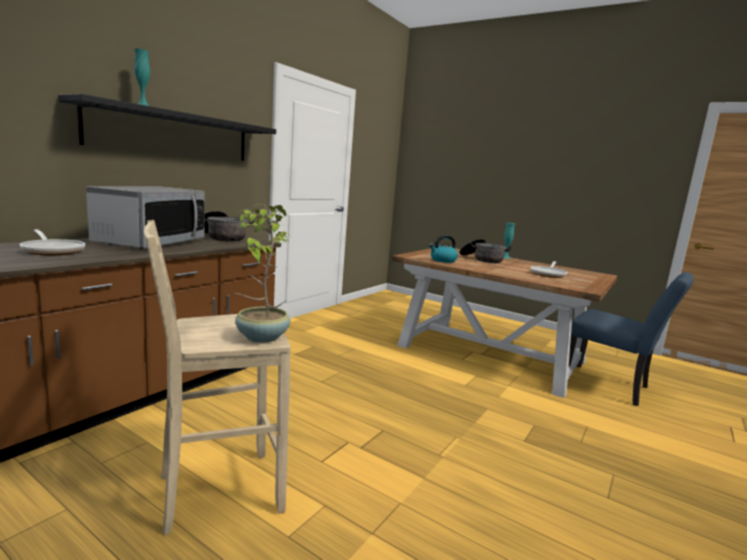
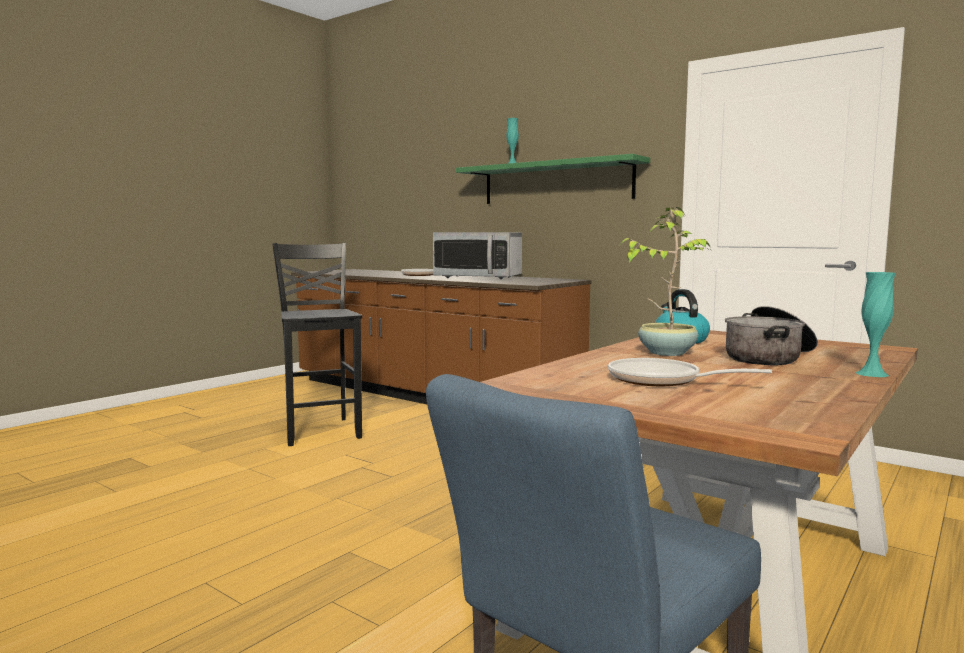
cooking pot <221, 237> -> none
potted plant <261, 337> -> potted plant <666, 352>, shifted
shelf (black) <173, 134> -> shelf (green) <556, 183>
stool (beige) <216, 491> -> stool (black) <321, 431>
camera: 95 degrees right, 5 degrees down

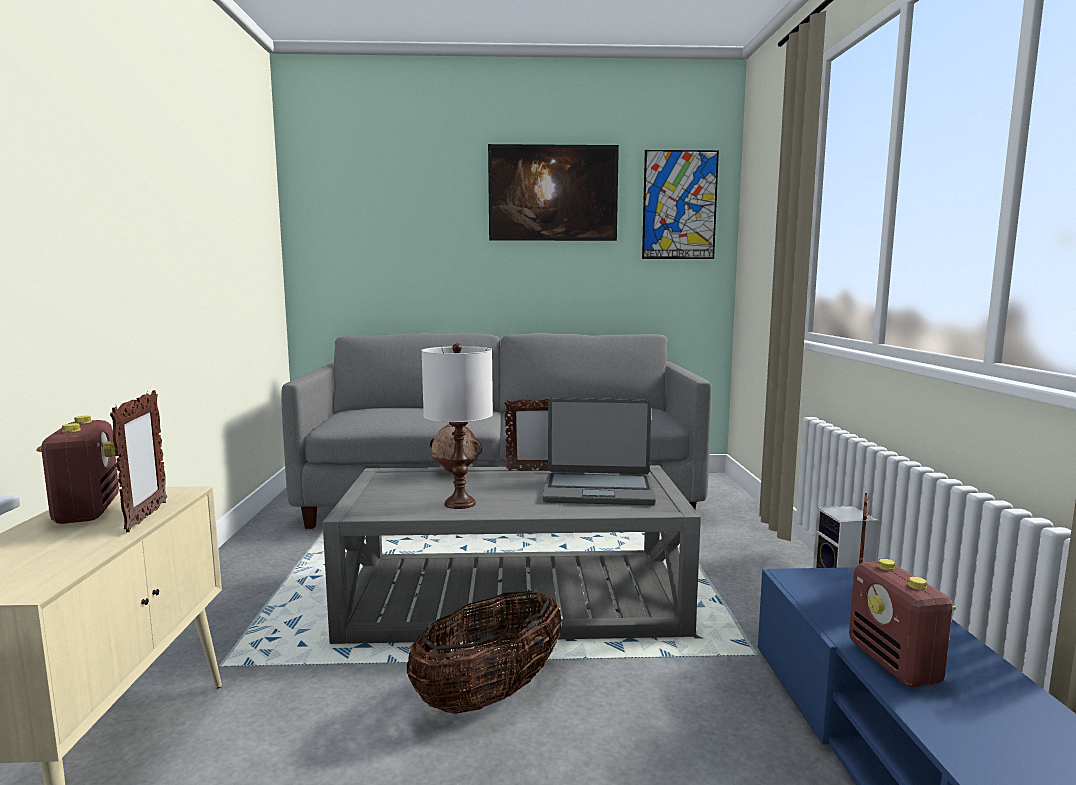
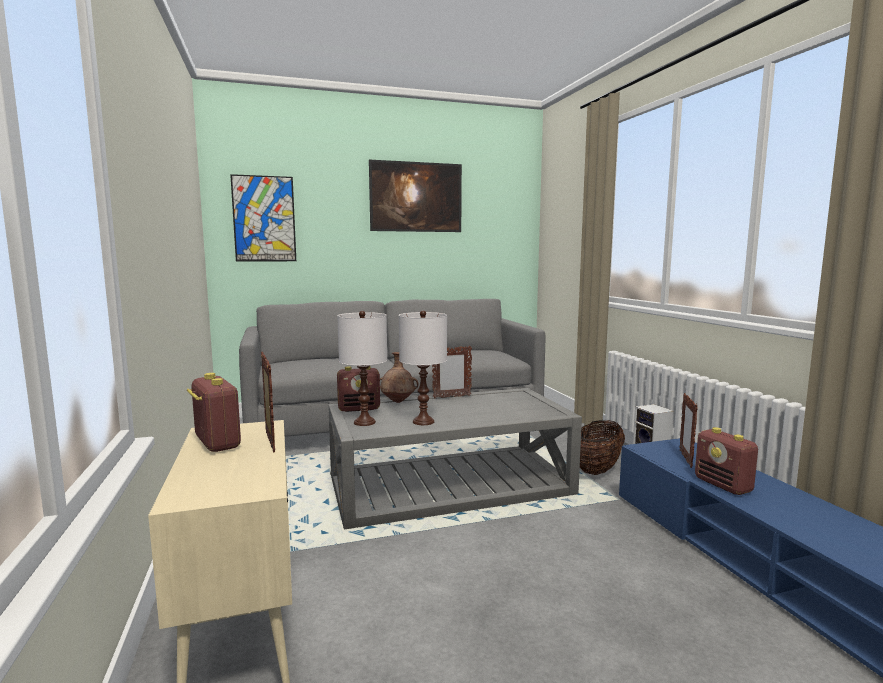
laptop <598, 490> -> none
none -> table lamp (white) <364, 422>
none -> radio <359, 409>
basket <490, 695> -> basket <597, 469>, shifted
picture <679, 205> -> picture <264, 219>, shifted
camera: 15 degrees left, 0 degrees up

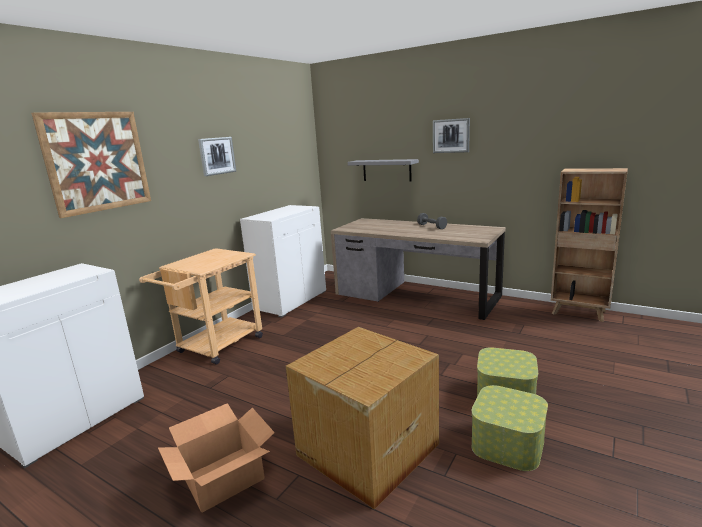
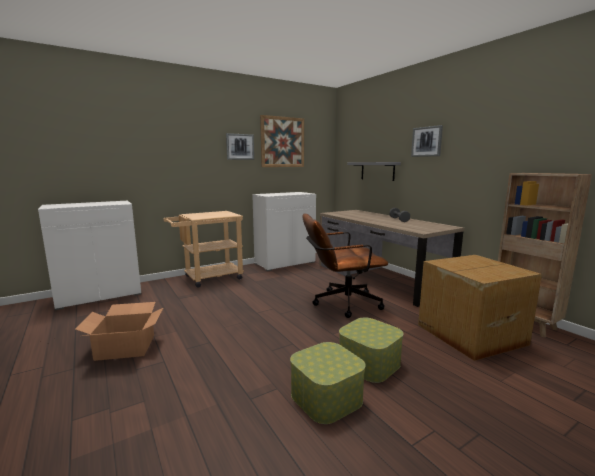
none -> office chair (brown) <341, 303>
picture <97, 162> -> picture <282, 142>, shifted
cardboard box <365, 450> -> cardboard box <469, 334>, shifted
camera: 25 degrees right, 5 degrees down

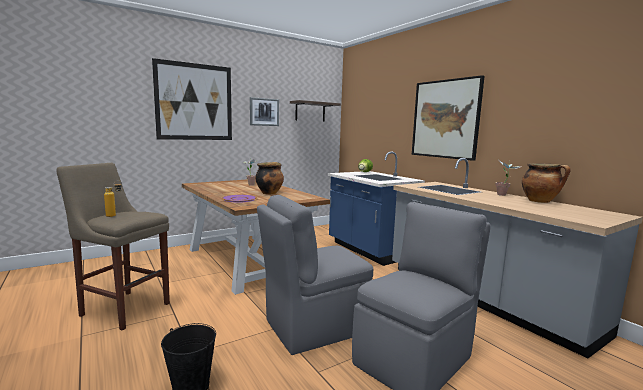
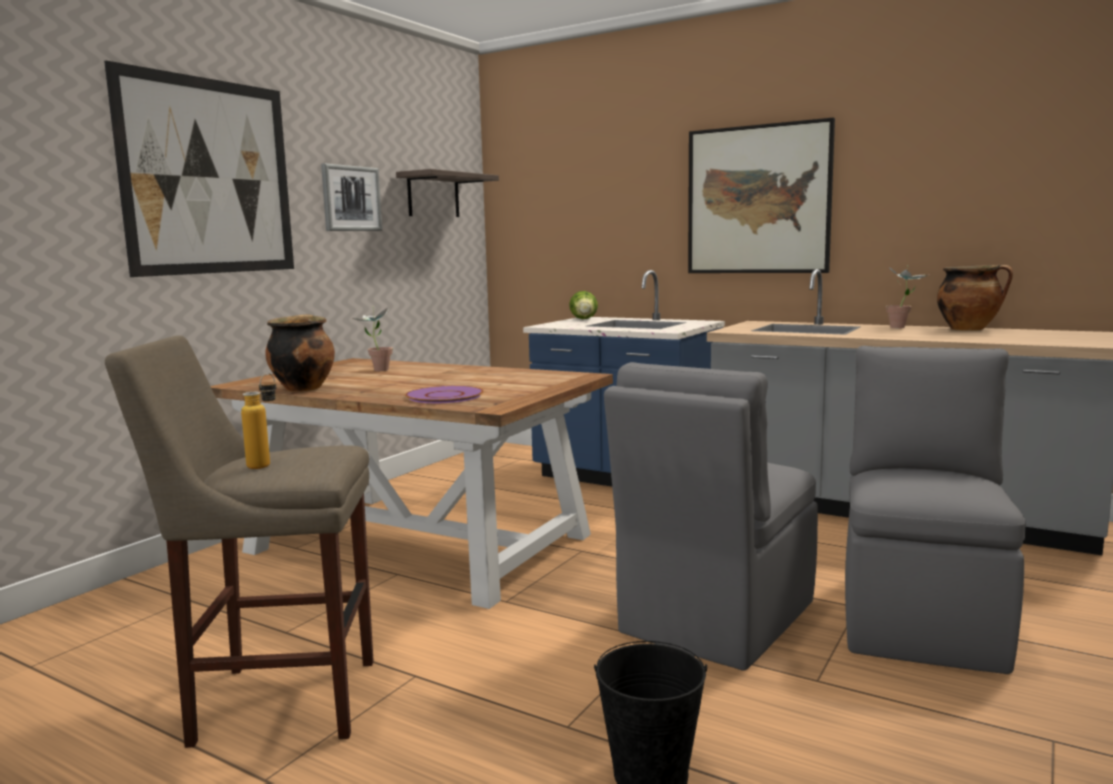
cooking pot <269, 193> -> cooking pot <303, 388>, shifted
camera: 25 degrees left, 0 degrees up

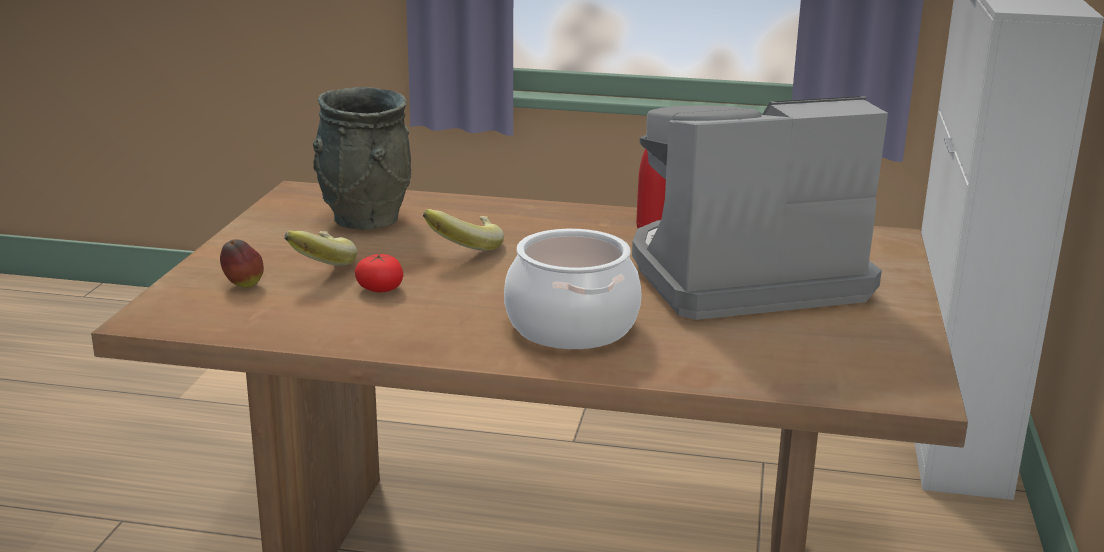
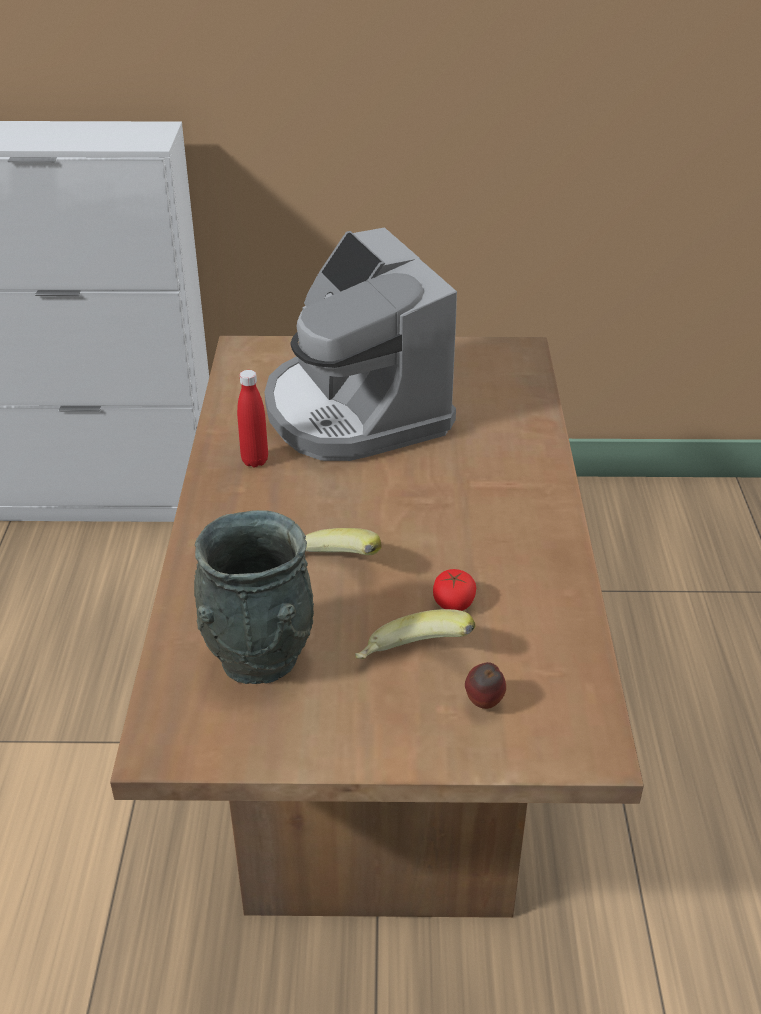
cooking pot <572, 326> -> none
camera: 100 degrees left, 15 degrees up

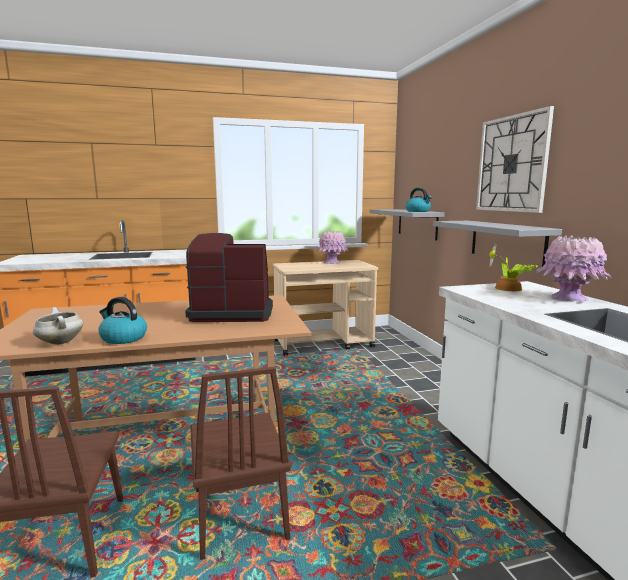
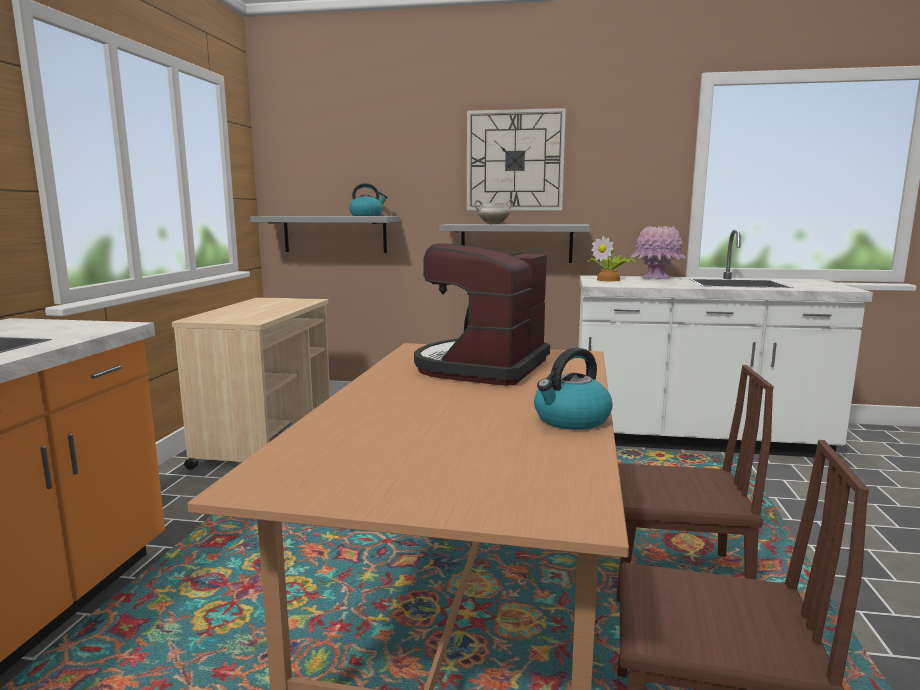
vase (pink) <332, 262> -> none
cooking pot (white) <59, 342> -> cooking pot (white) <493, 224>, shifted
camera: 65 degrees left, 0 degrees up

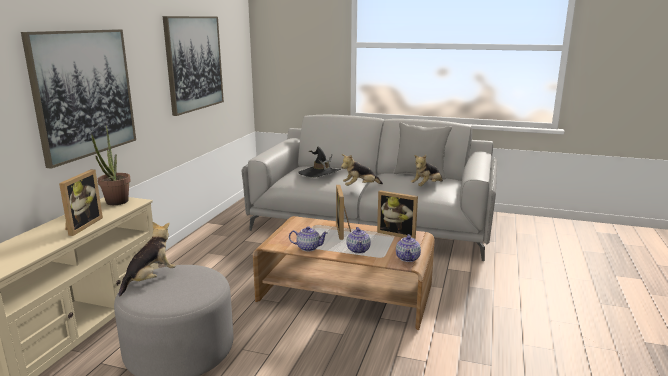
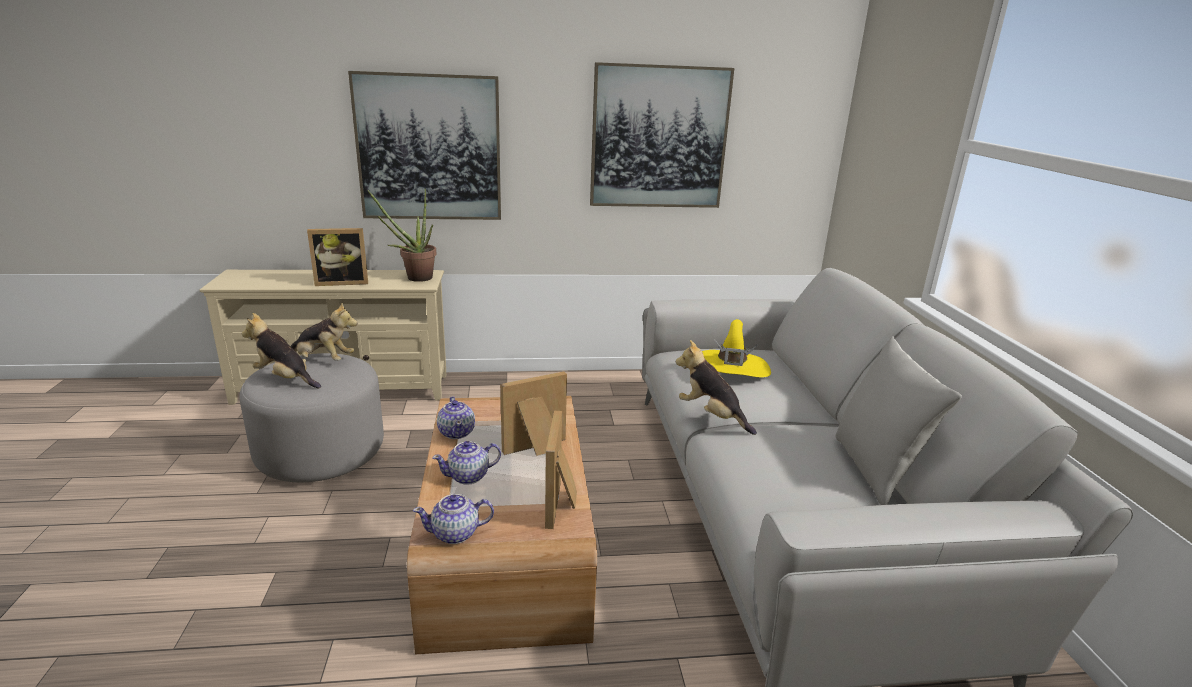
plush toy <427, 186> -> plush toy <285, 378>, shifted
hat (black) <319, 173> -> hat (yellow) <730, 368>
camera: 65 degrees right, 5 degrees up

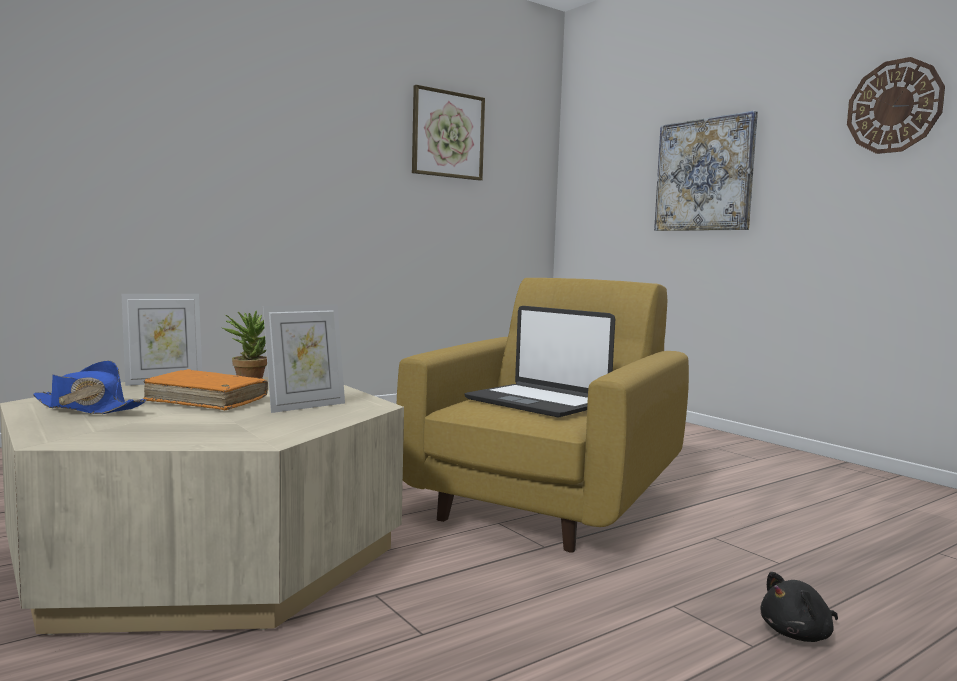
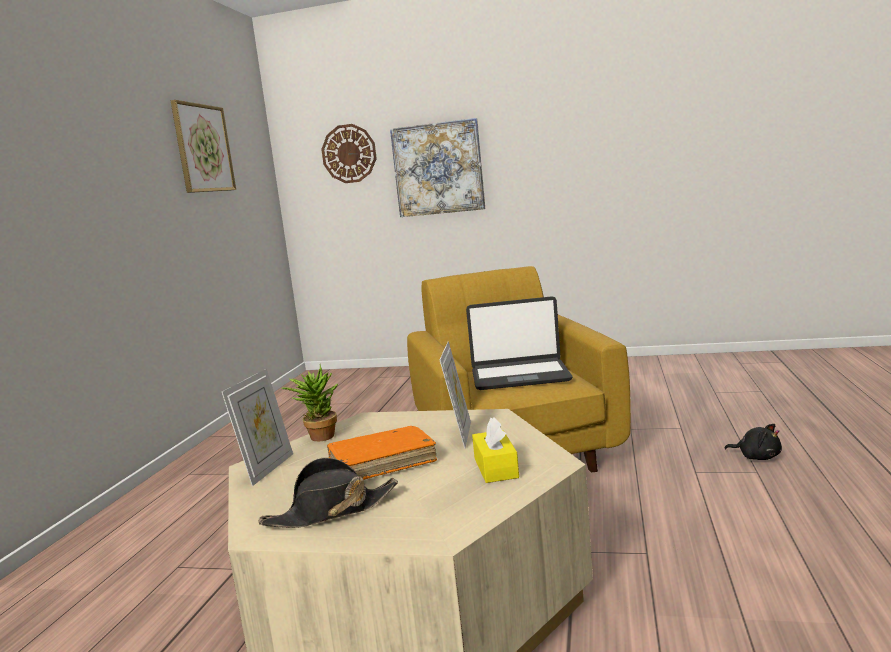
none -> tissue box (yellow) <496, 468>
wall clock <894, 106> -> wall clock <349, 153>, shifted
hat (blue) <87, 408> -> hat (black) <331, 511>
plush toy (black) <798, 634> -> plush toy (black) <757, 457>, 75 degrees counterclockwise
camera: 40 degrees left, 5 degrees up

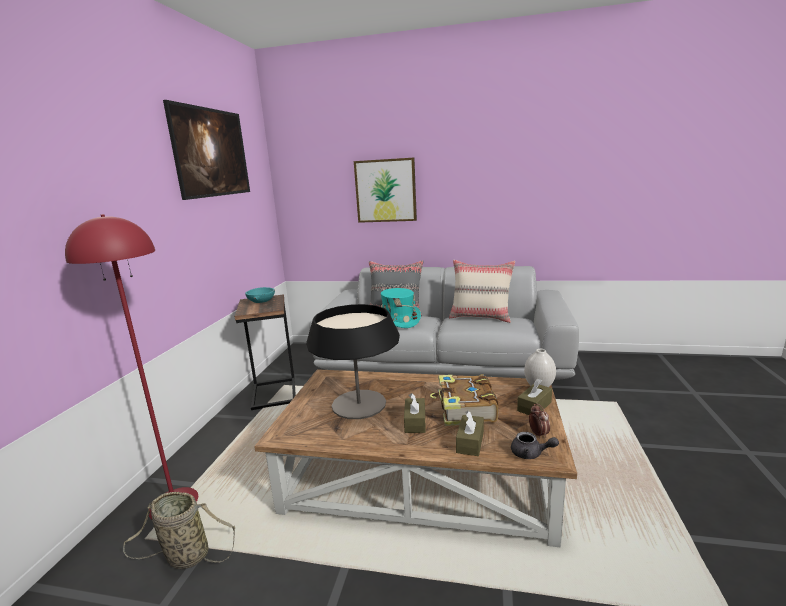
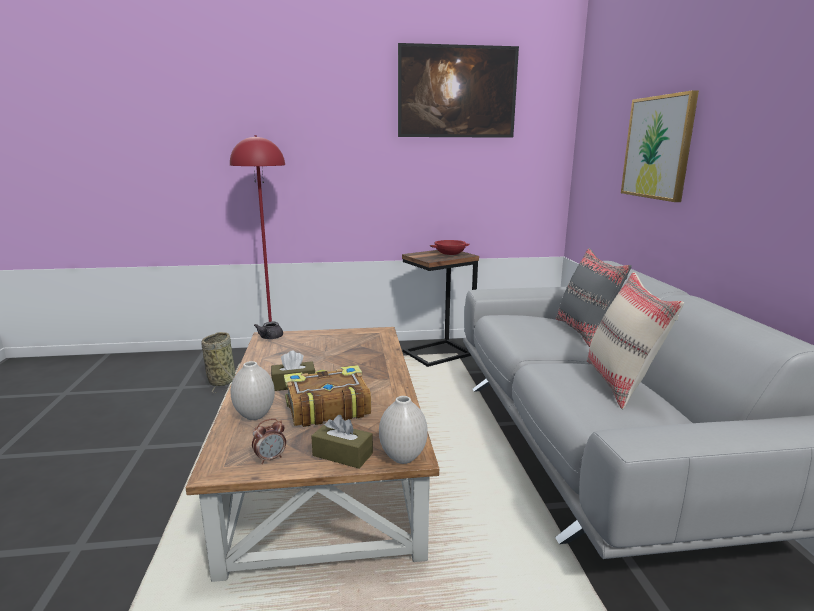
table lamp <359, 404> -> none
hat (turquoise) <398, 320> -> none
teapot (grey) <530, 454> -> teapot (grey) <269, 338>, shifted
tissue box (brown) <470, 442> -> vase (white) <254, 416>
bowl (turquoise) <261, 301> -> bowl (red) <450, 253>
camera: 70 degrees right, 0 degrees up

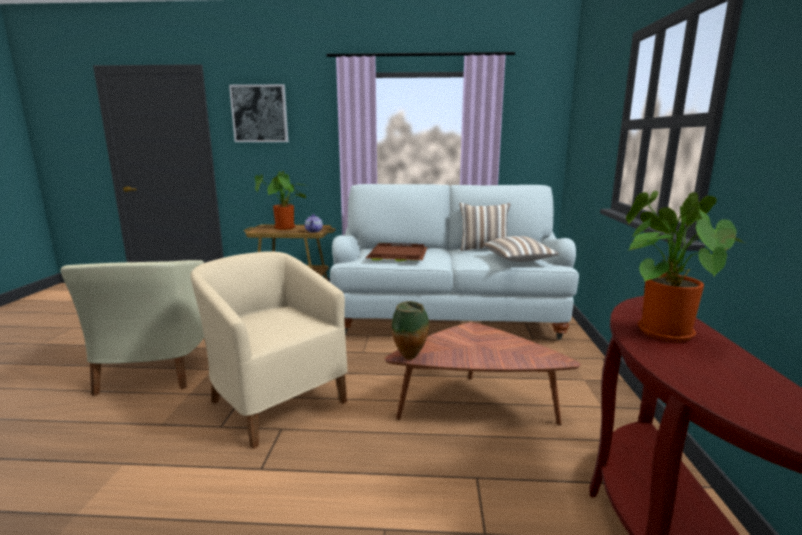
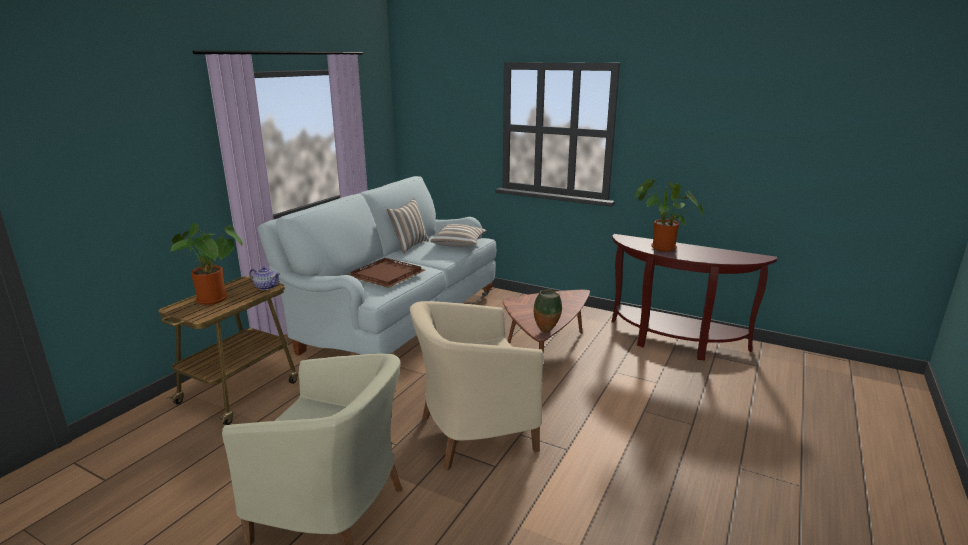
picture <259, 114> -> none
camera: 65 degrees left, 5 degrees up

